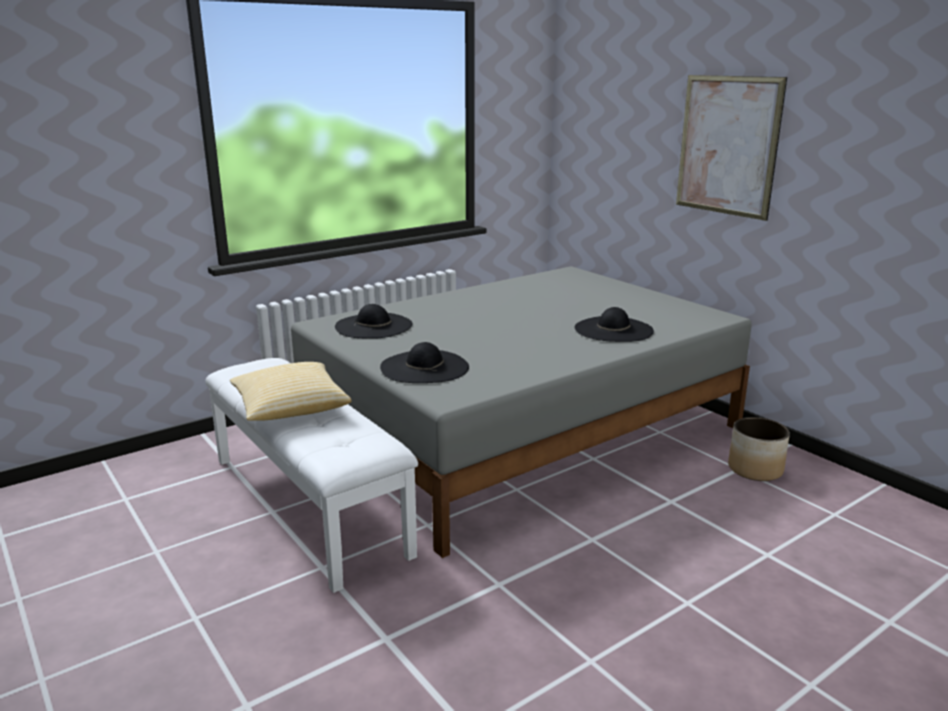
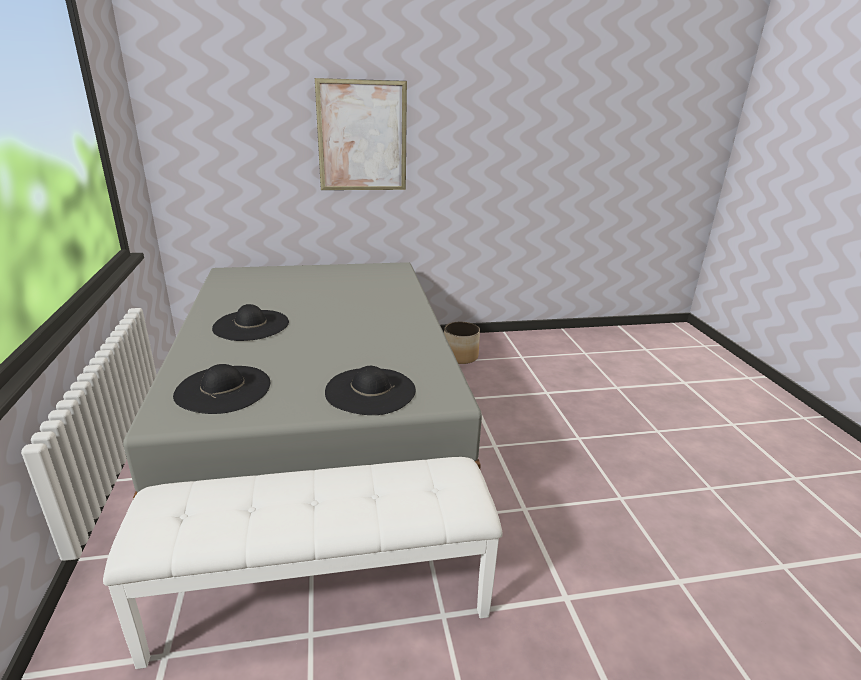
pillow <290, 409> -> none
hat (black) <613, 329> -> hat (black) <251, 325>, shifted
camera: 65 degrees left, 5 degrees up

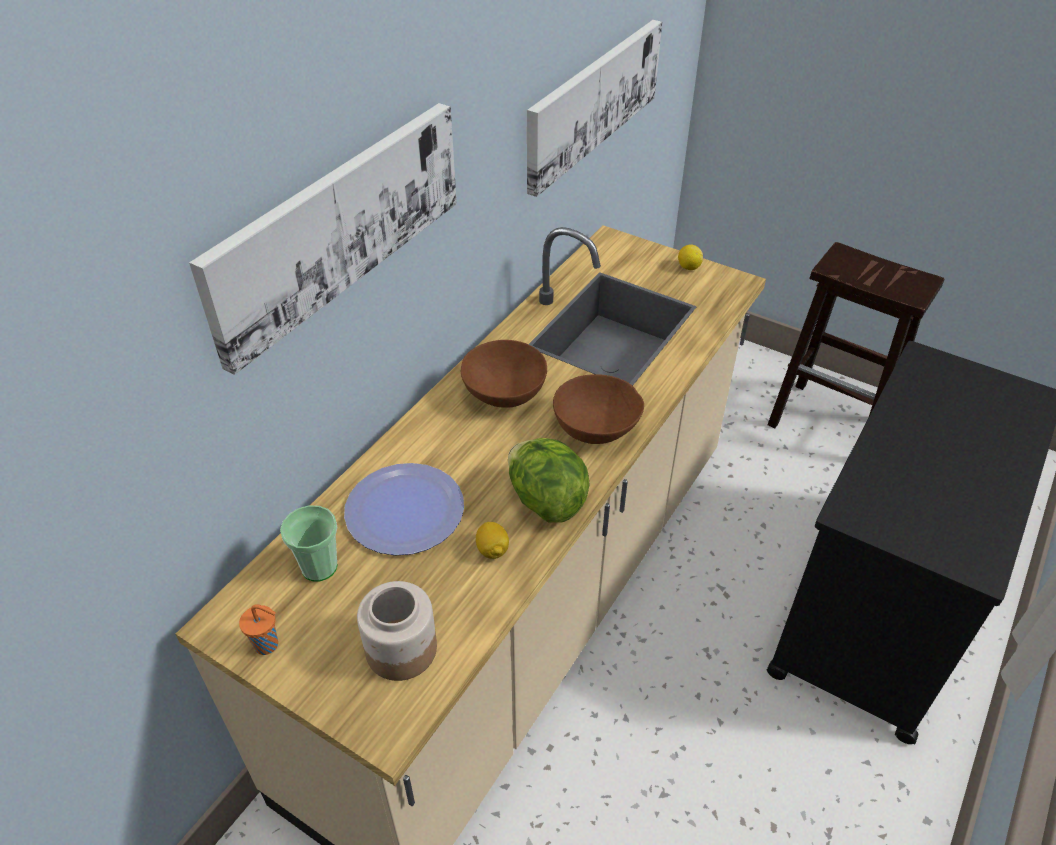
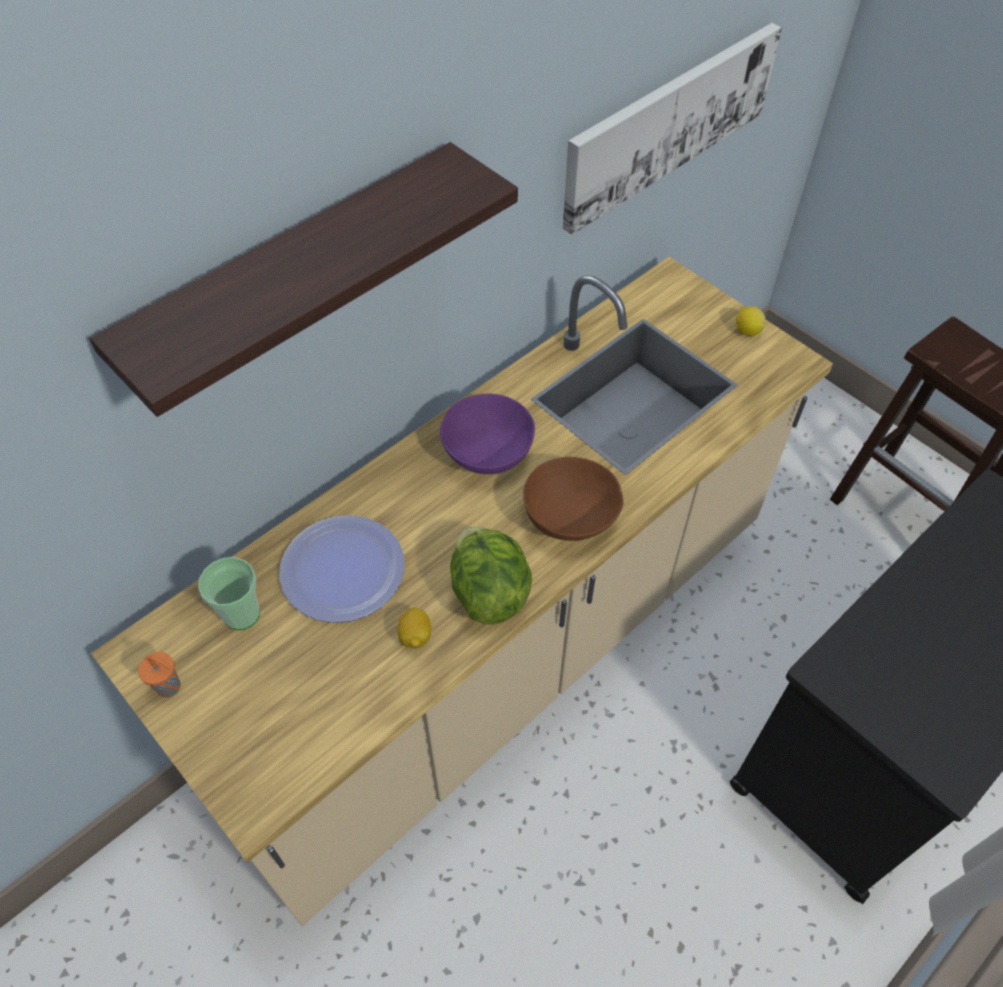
jar <400, 649> -> none
picture <338, 226> -> shelf <296, 279>
bowl (brown) <504, 394> -> bowl (purple) <488, 453>
camera: 15 degrees right, 10 degrees up

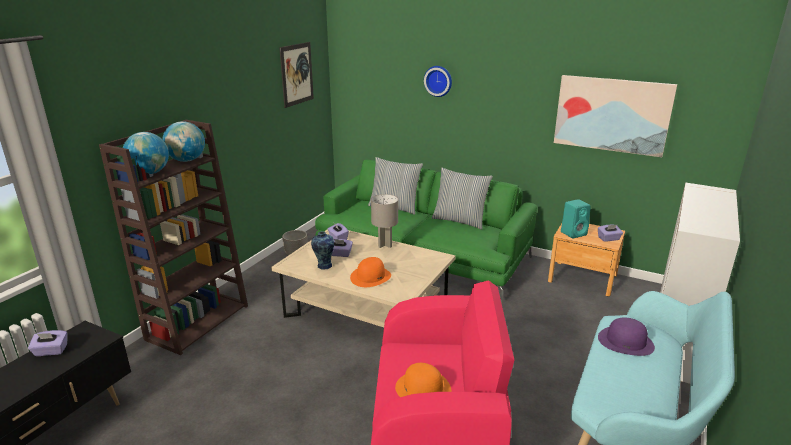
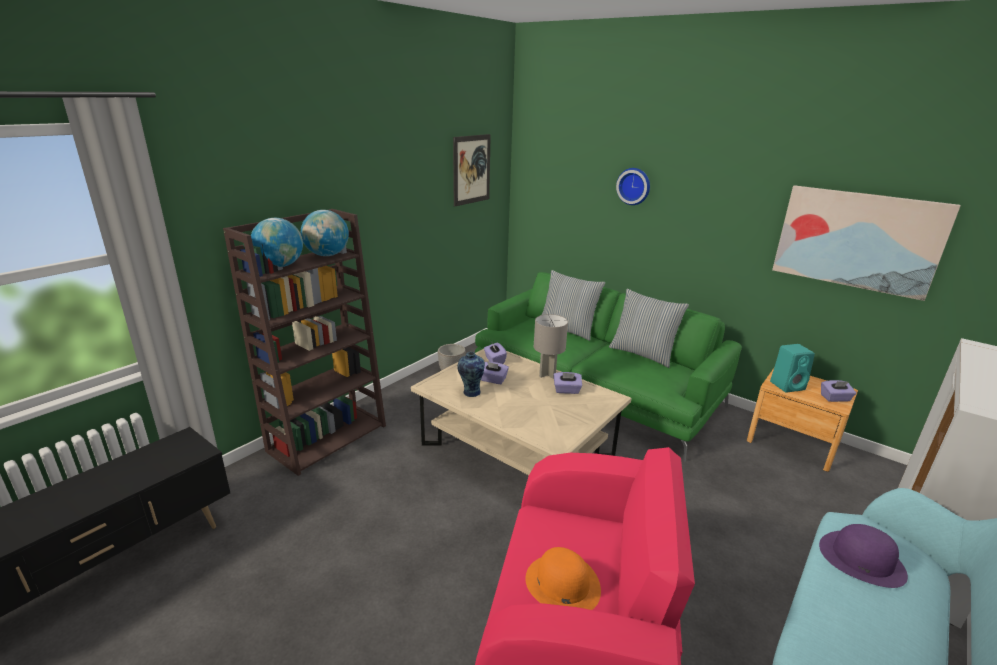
hat (orange) <370, 276> -> none
tissue box (purple) <51, 351> -> tissue box (purple) <567, 390>, shifted
camera: 10 degrees right, 0 degrees up

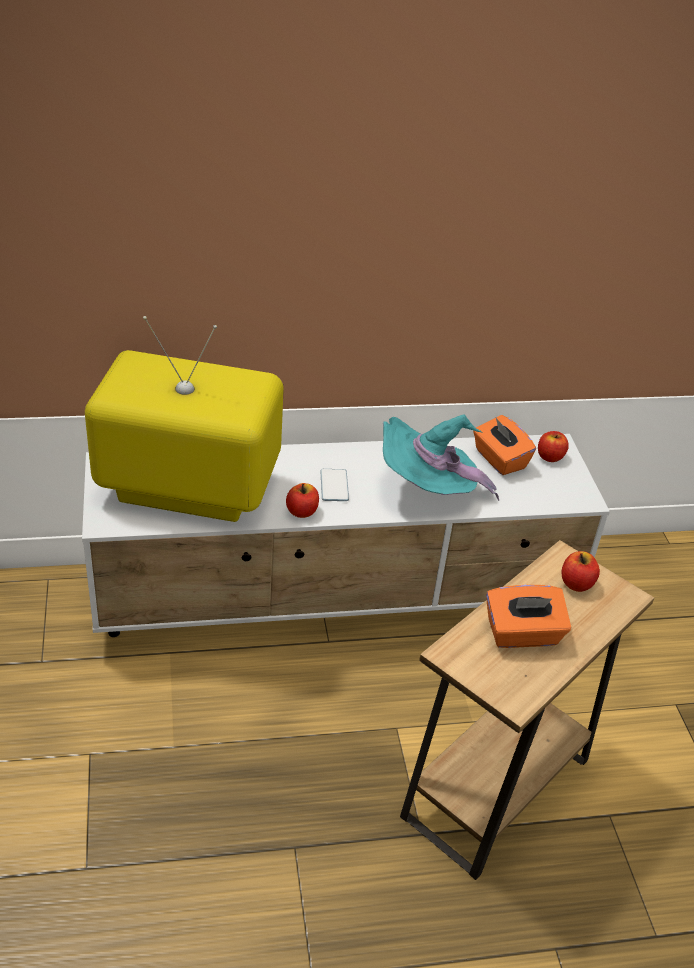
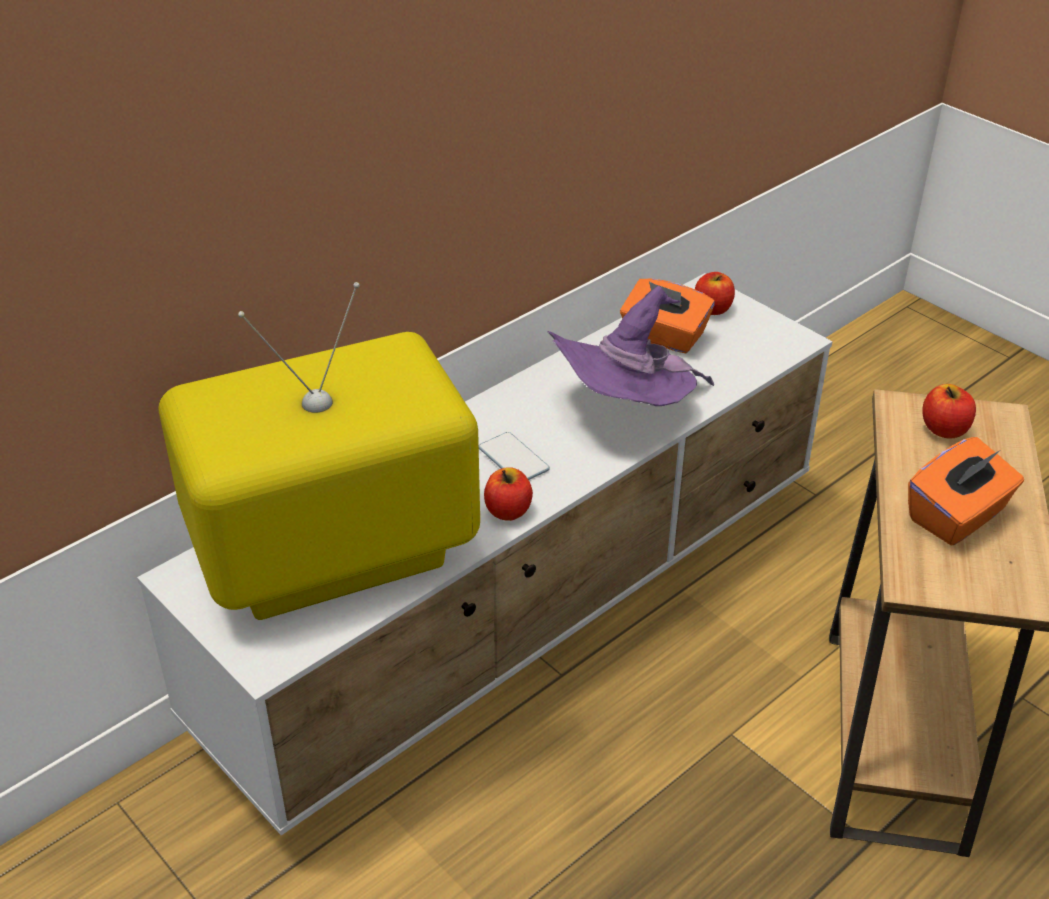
hat (turquoise) <428, 490> -> hat (purple) <626, 410>
camera: 30 degrees left, 0 degrees up

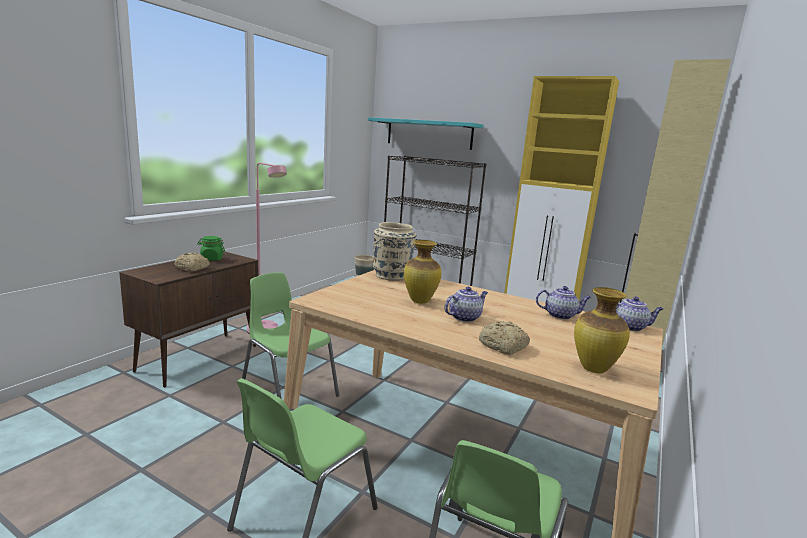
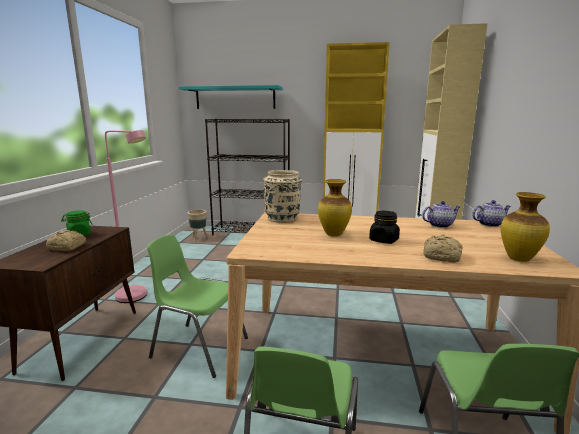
teapot <465, 317> -> jar (black) <383, 240>
camera: 20 degrees left, 0 degrees up

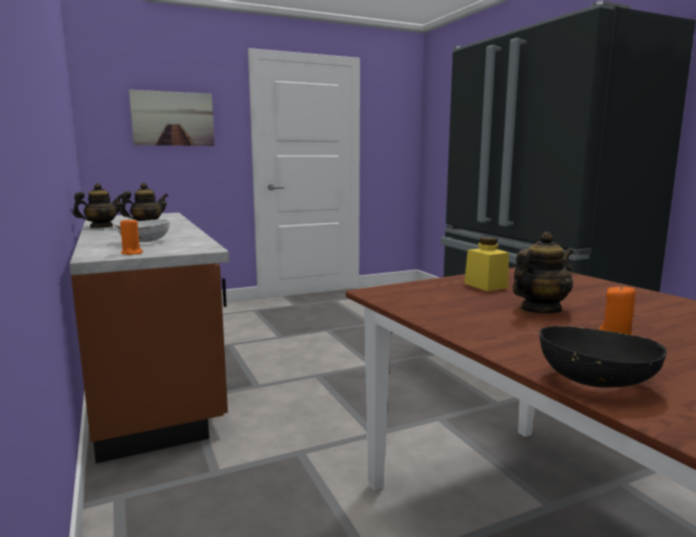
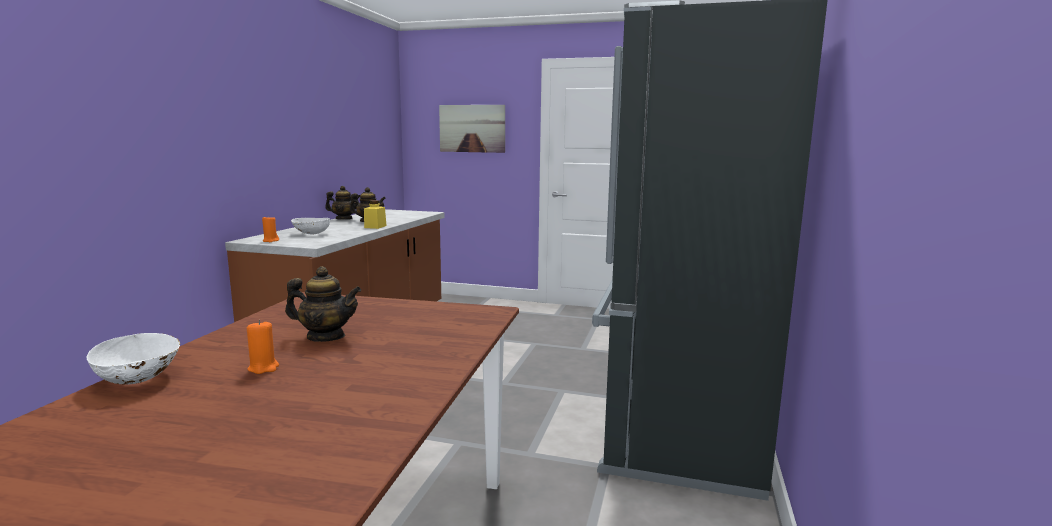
jar (yellow) <485, 285> -> jar (yellow) <375, 227>, shifted
bowl (black) <595, 381> -> bowl (white) <139, 379>
camera: 40 degrees right, 0 degrees up

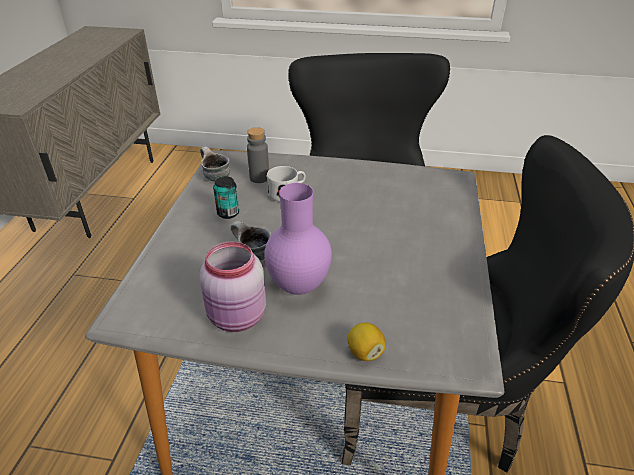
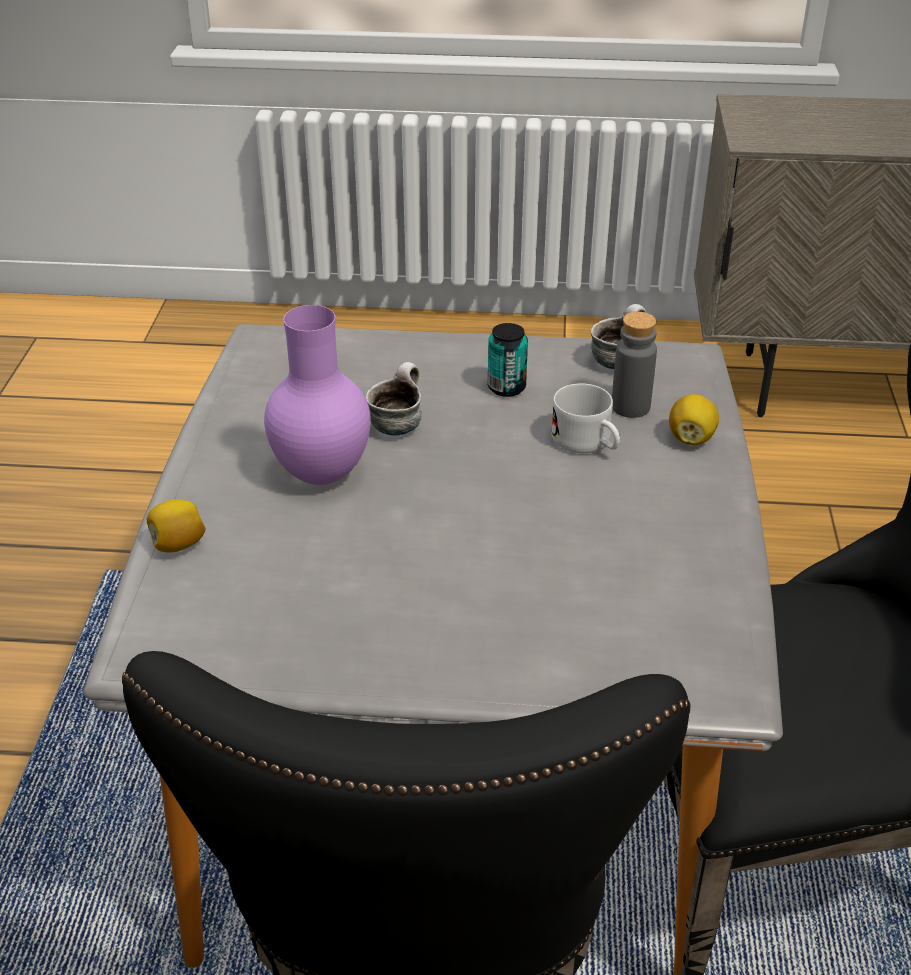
jar (pink) <237, 318> -> none
none -> lemon <691, 438>
camera: 85 degrees right, 0 degrees up

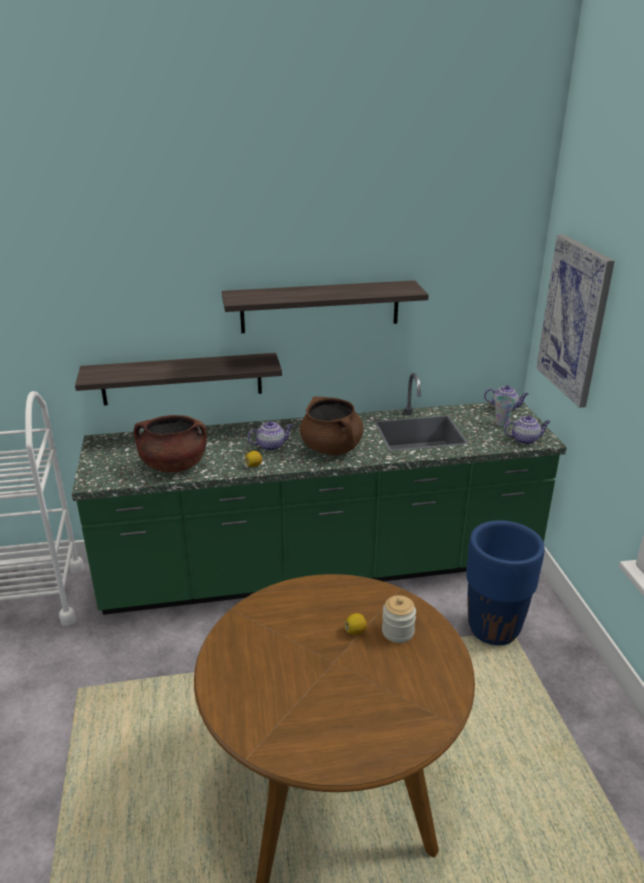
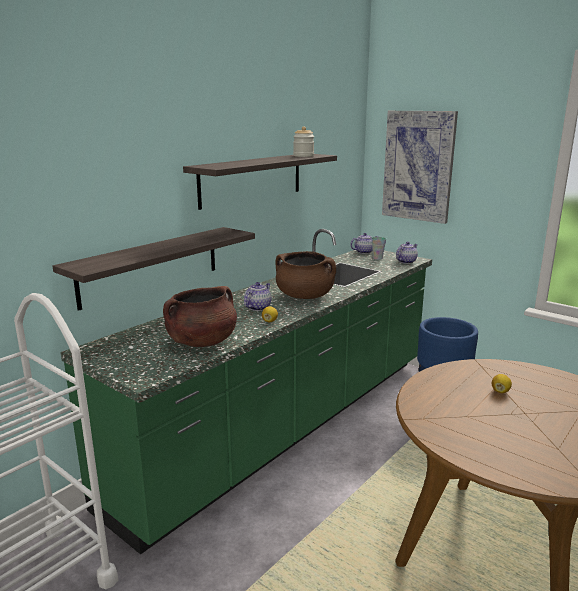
jar <398, 632> -> jar <303, 156>, shifted
camera: 40 degrees left, 10 degrees down

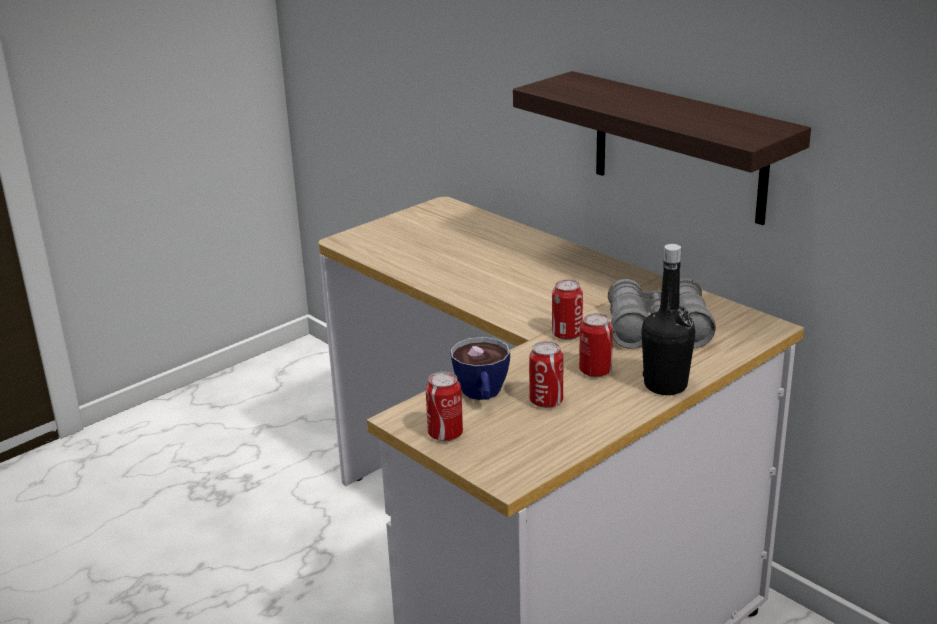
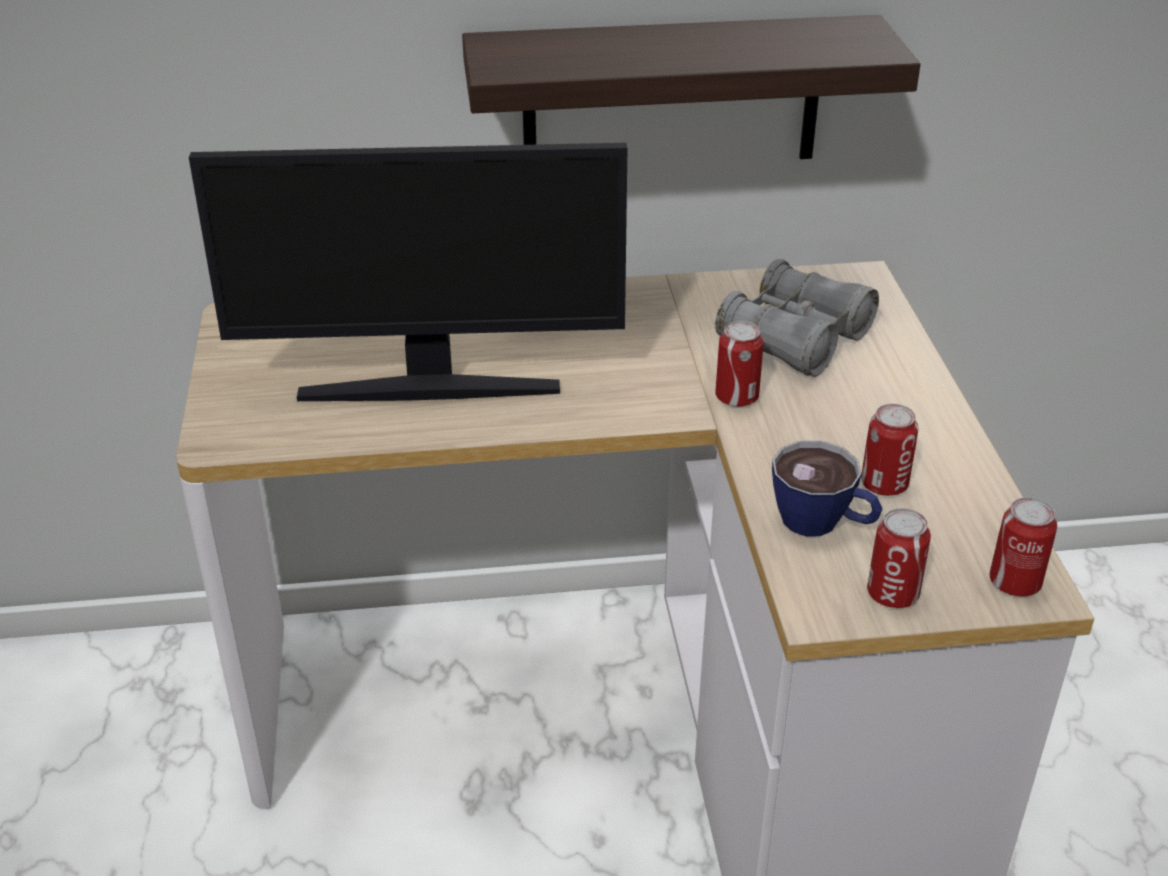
bottle (black) <665, 385> -> none
none -> monitor <429, 387>
can <595, 371> -> can <1014, 583>, shifted
camera: 55 degrees left, 10 degrees up

